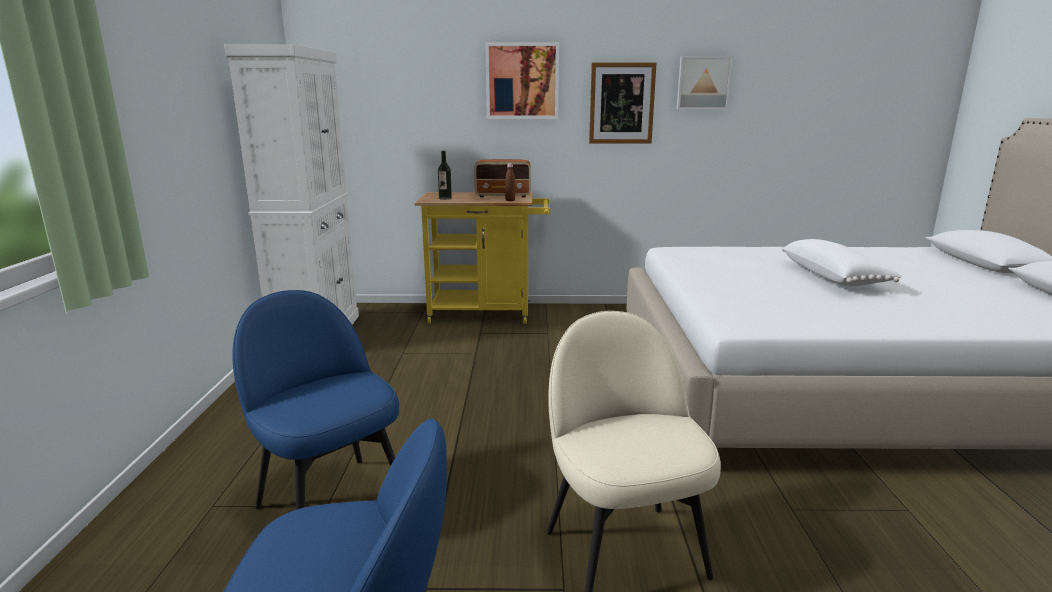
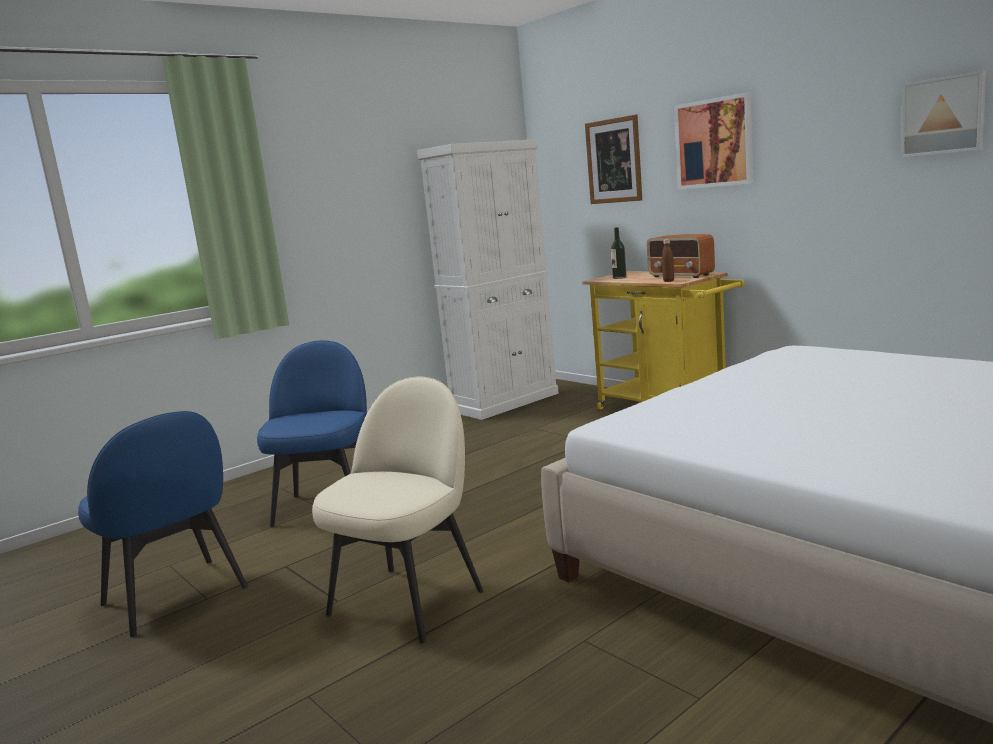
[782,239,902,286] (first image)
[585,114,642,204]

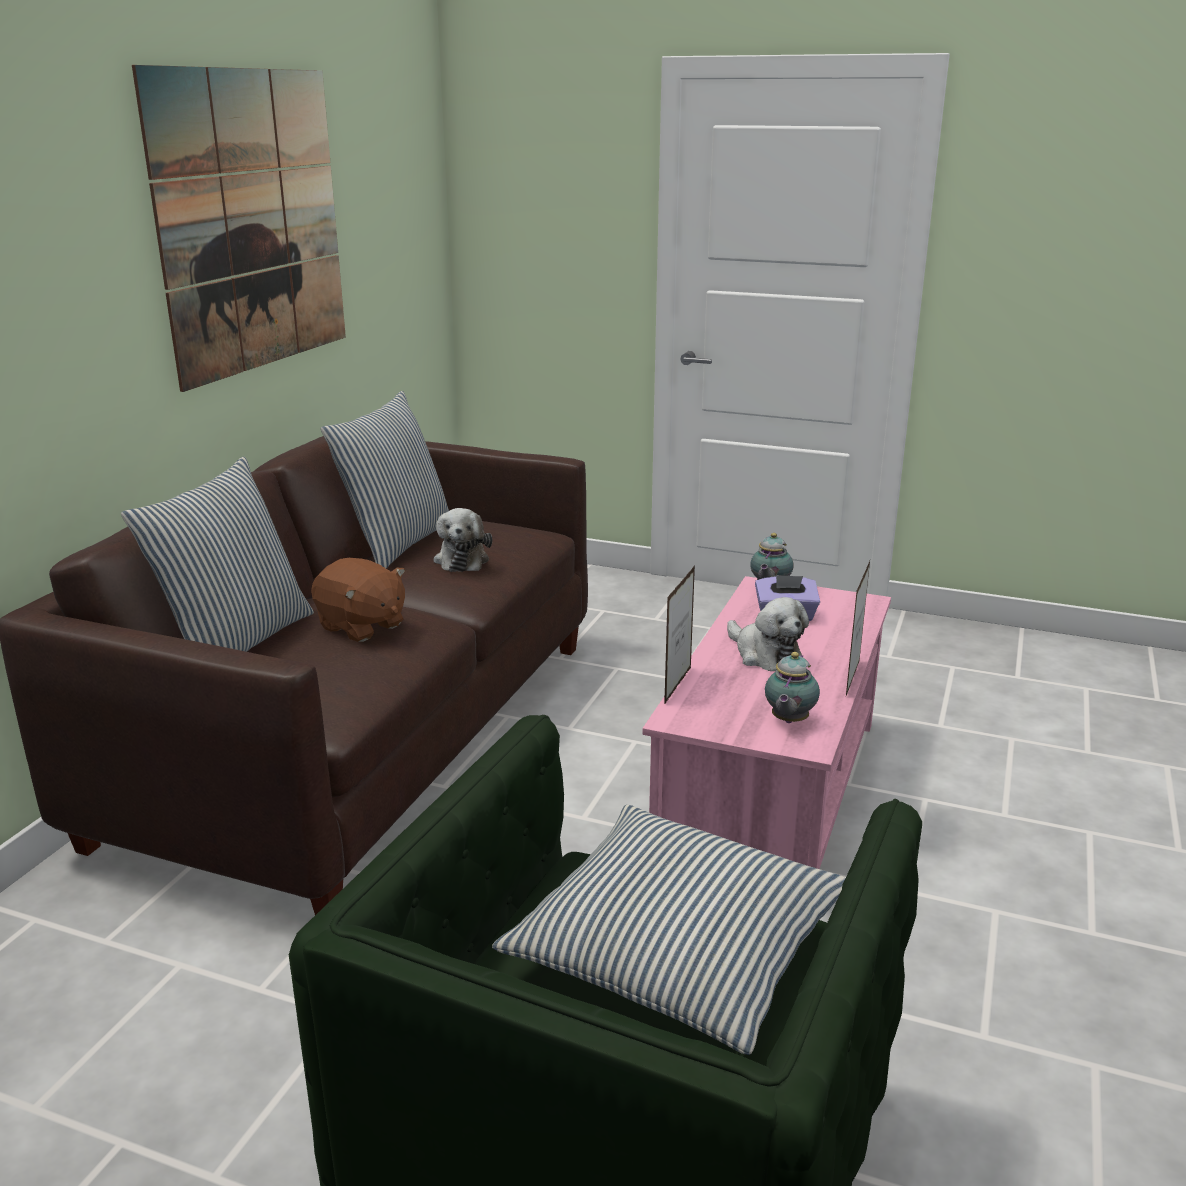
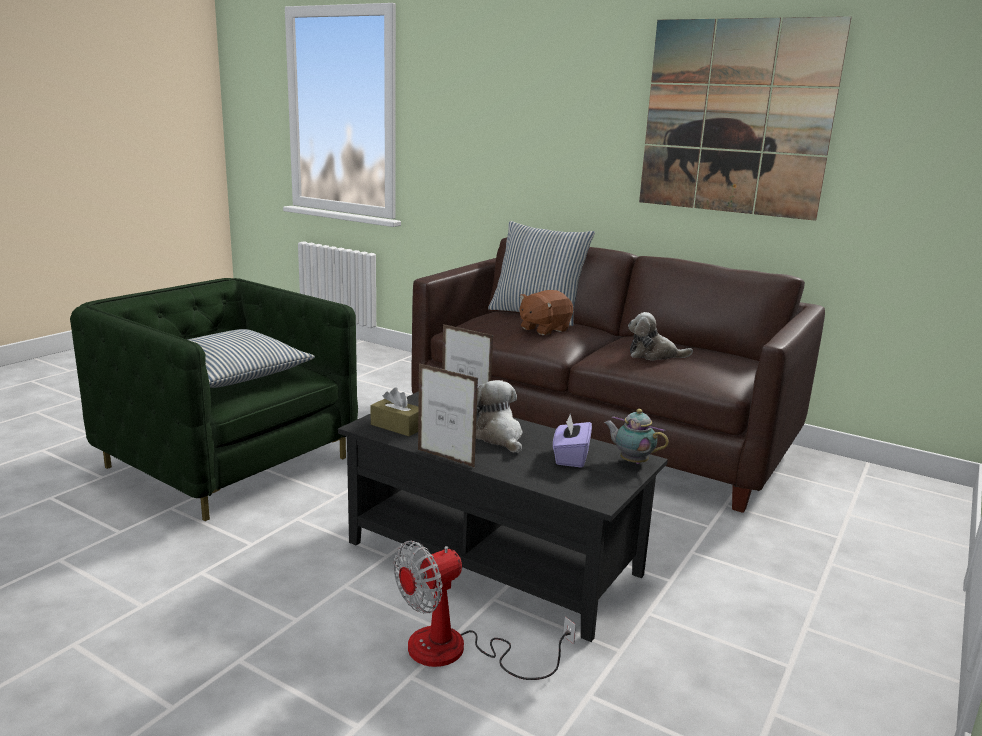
[321,391,449,568] (first image)
[394,540,576,680]
[370,387,419,436]
[338,392,668,642]
[476,380,522,453]

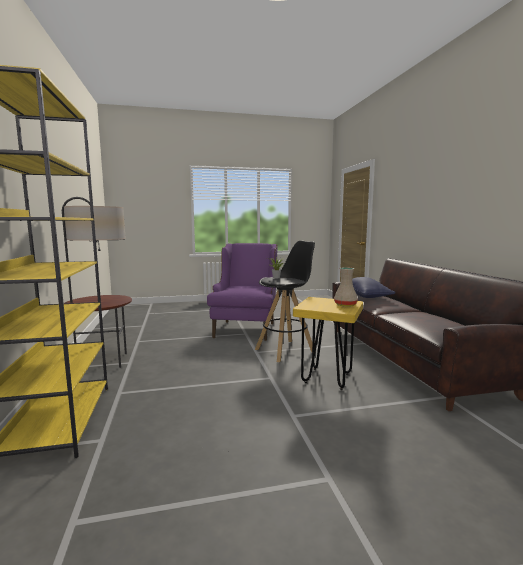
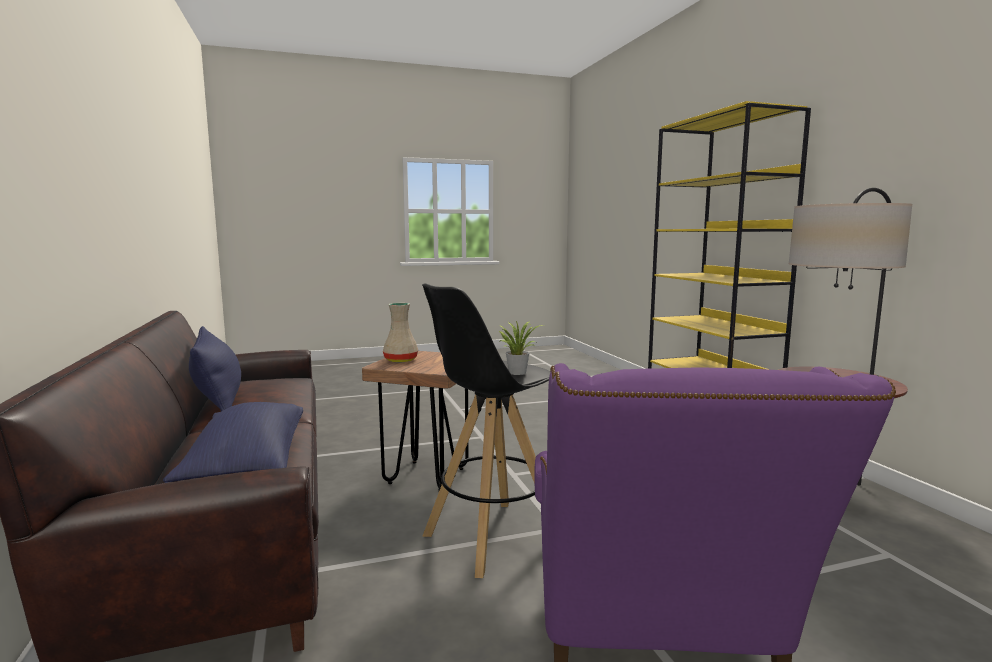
[189,326,241,411]
[362,351,468,490]

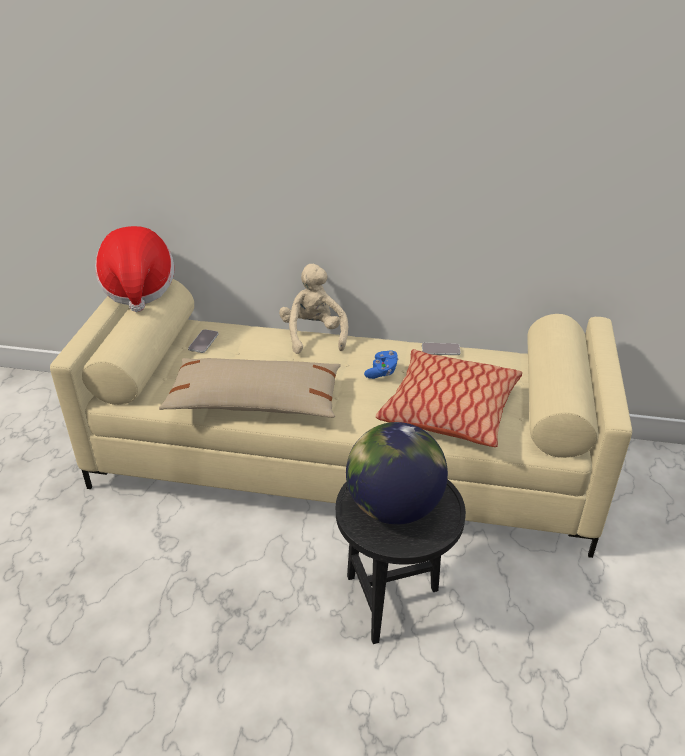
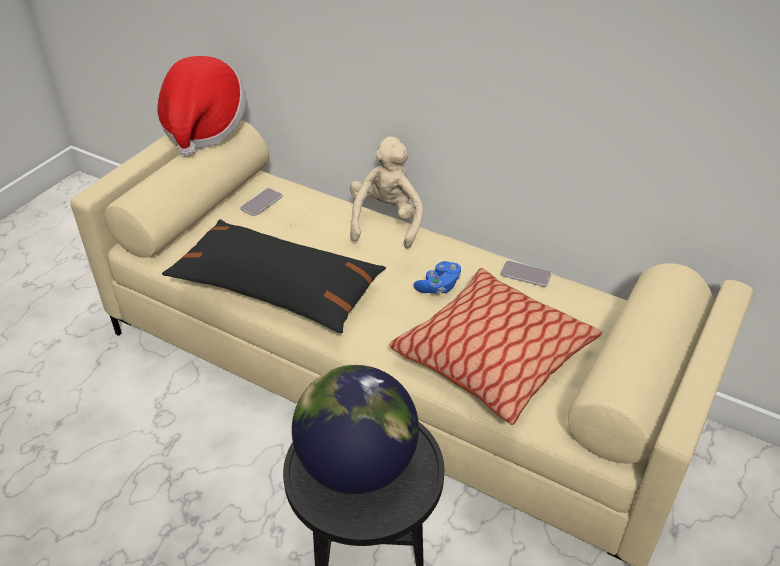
[162,220,386,333]

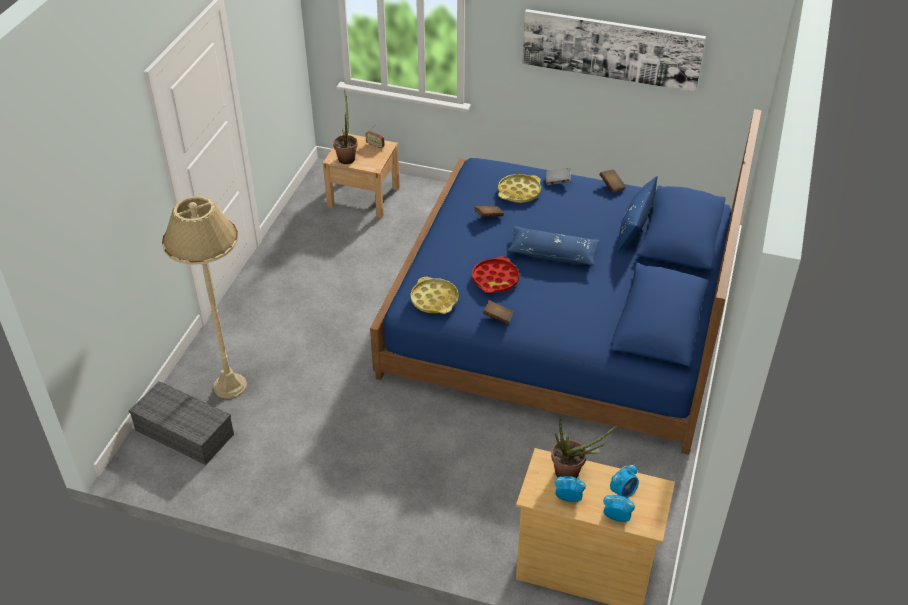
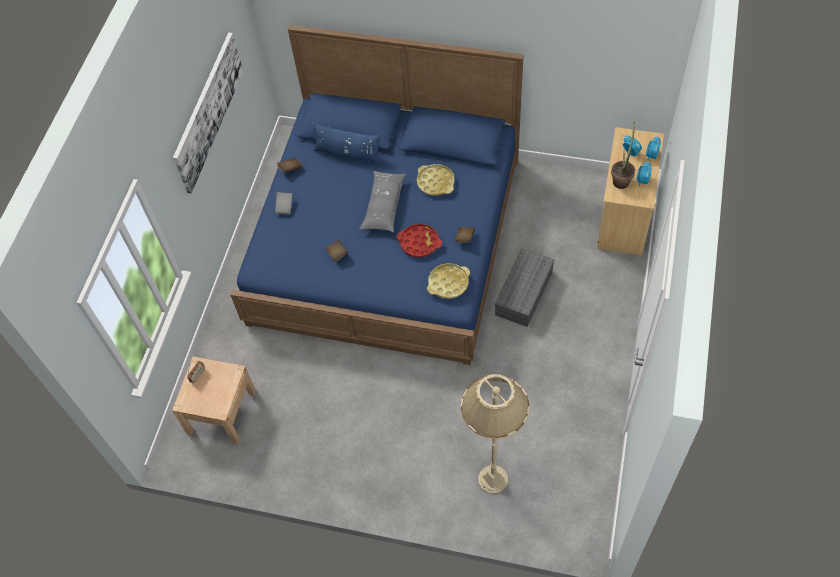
[333,90,358,164] (first image)
[495,248,554,327]
[417,164,455,196]
[359,171,406,233]

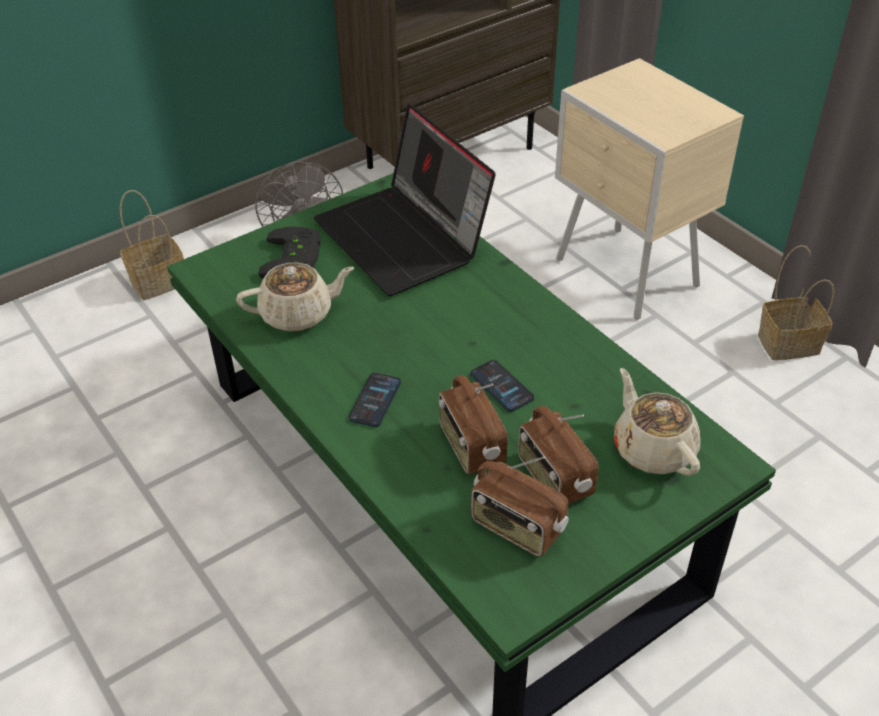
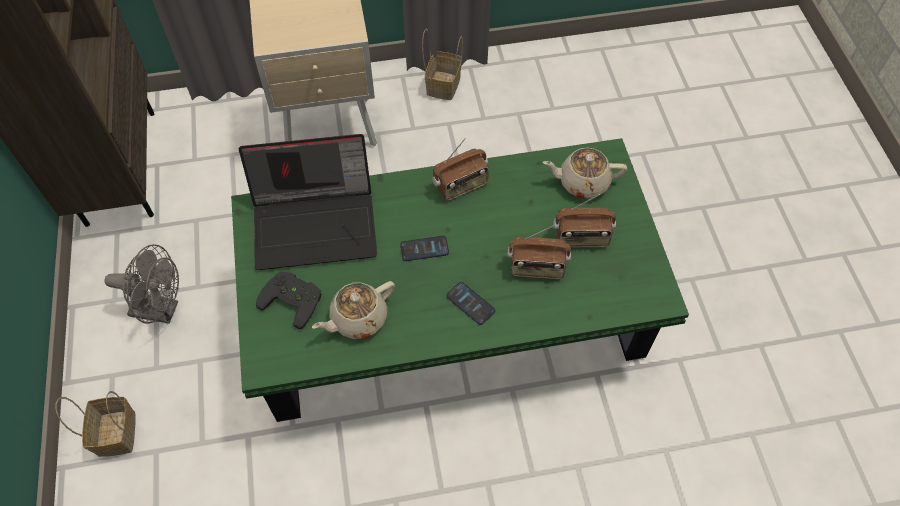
[400,236,449,261]
[432,138,489,201]
[312,281,395,339]

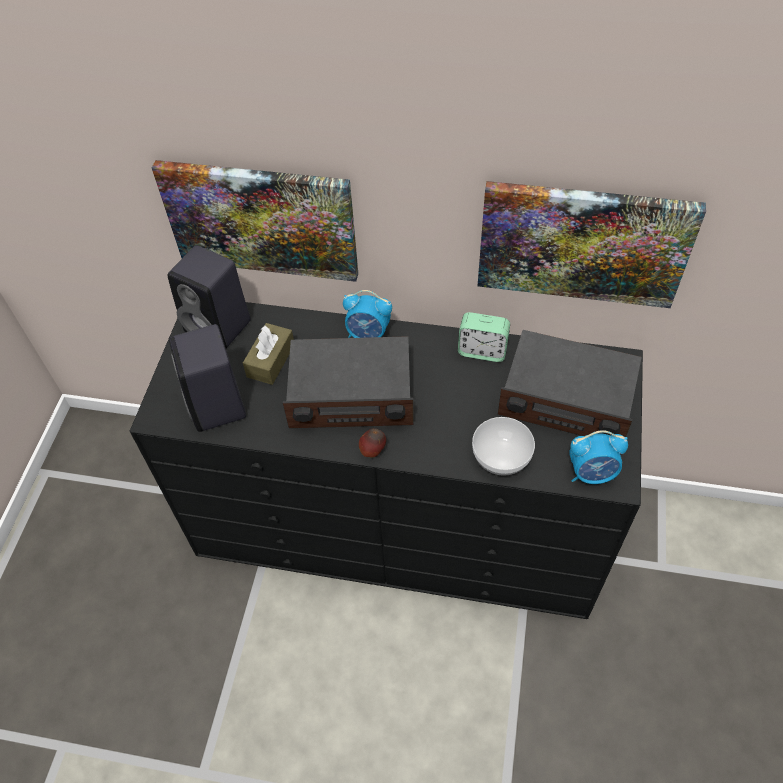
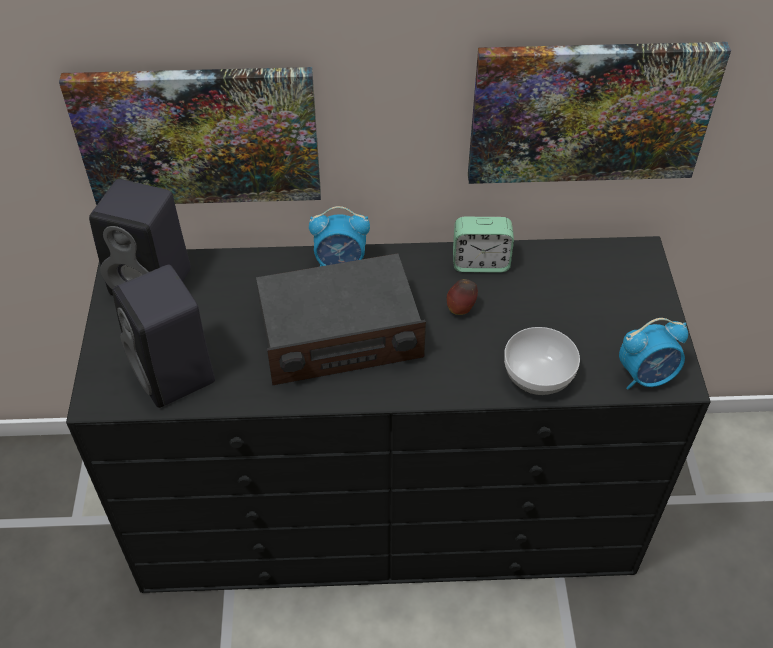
[243,323,294,385] (first image)
[498,330,642,437] (first image)
[447,279,478,315]

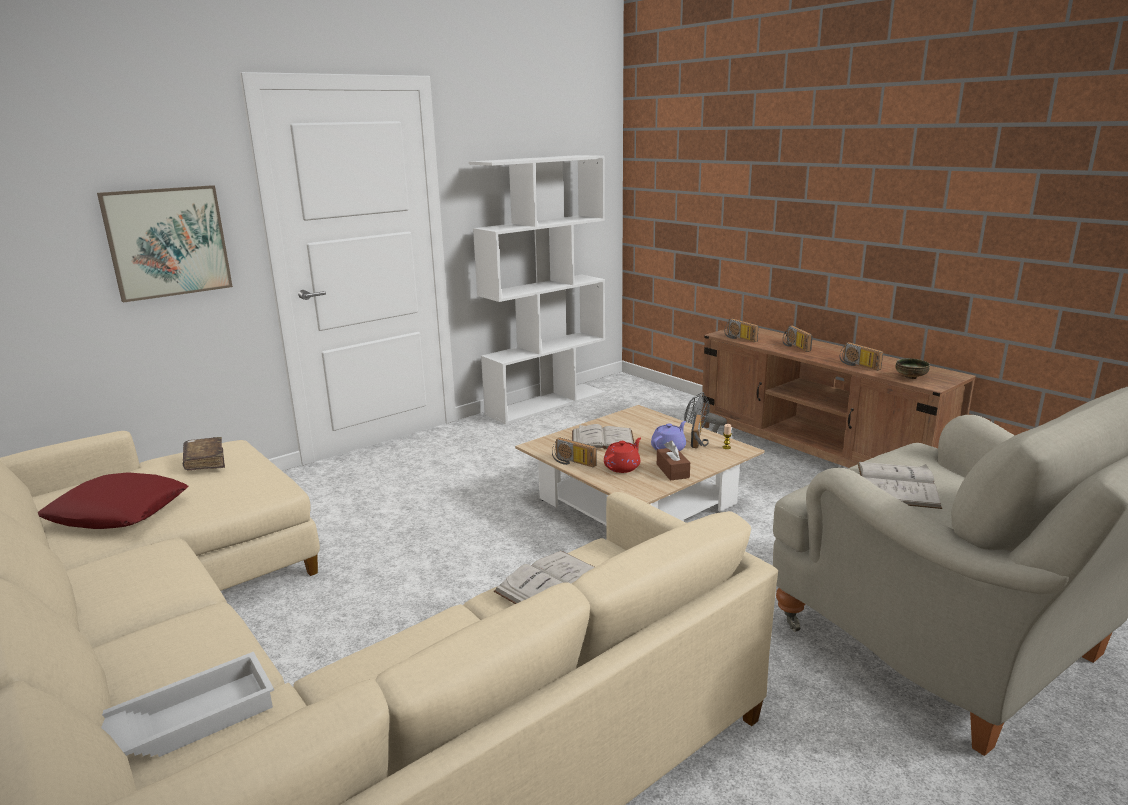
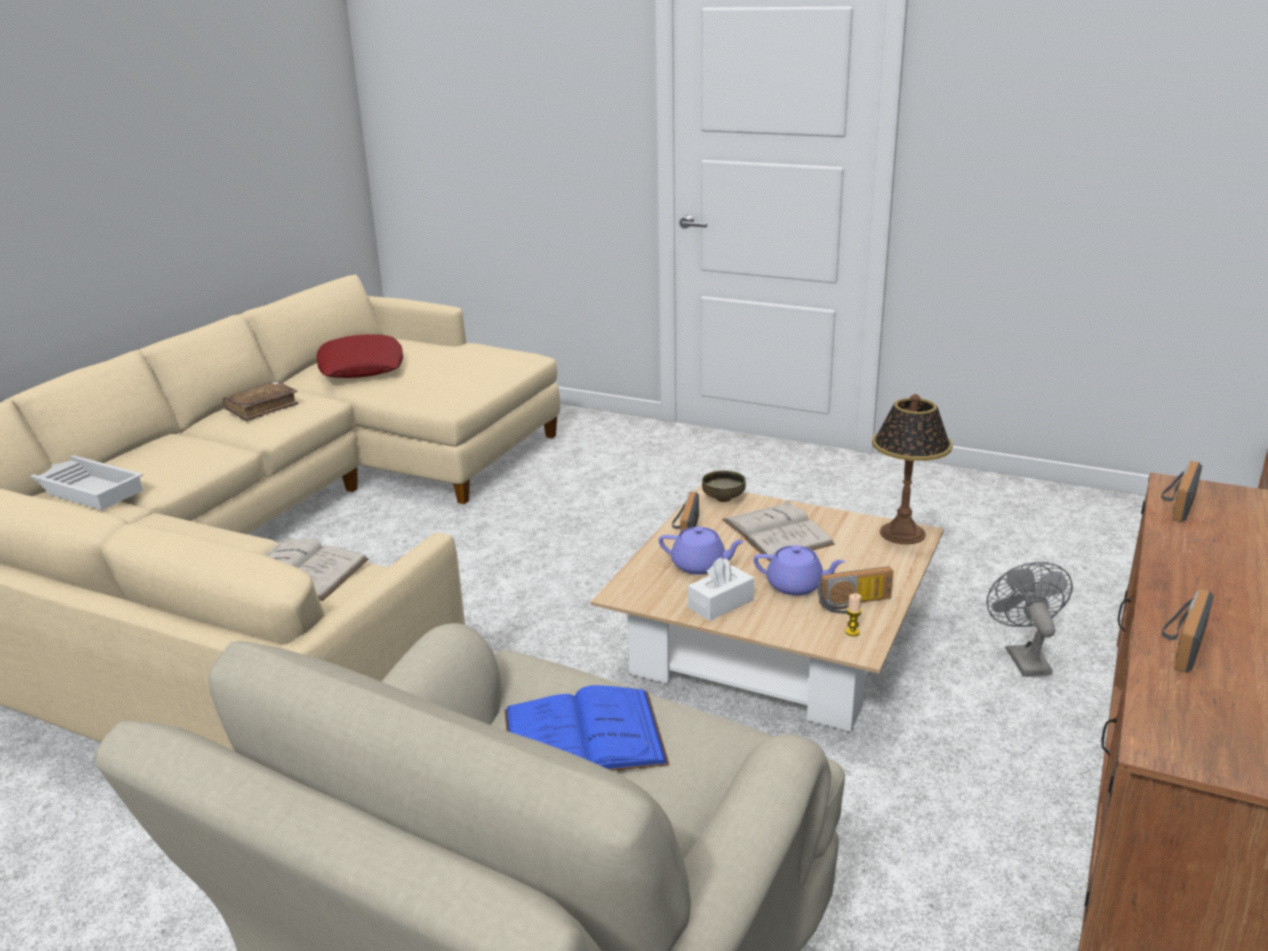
[97,185,233,303] (first image)
[469,155,605,424] (first image)
[783,325,813,352] (first image)
[872,394,953,544]
[223,381,299,421]
[702,471,746,502]
[659,526,745,575]
[688,557,754,621]
[504,685,670,771]

